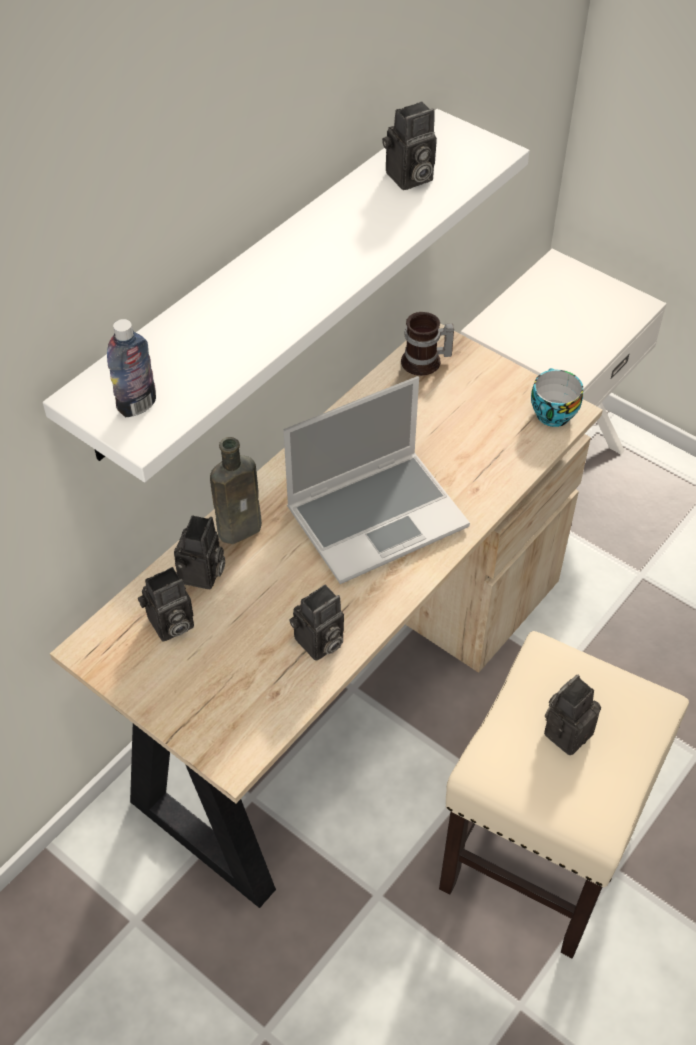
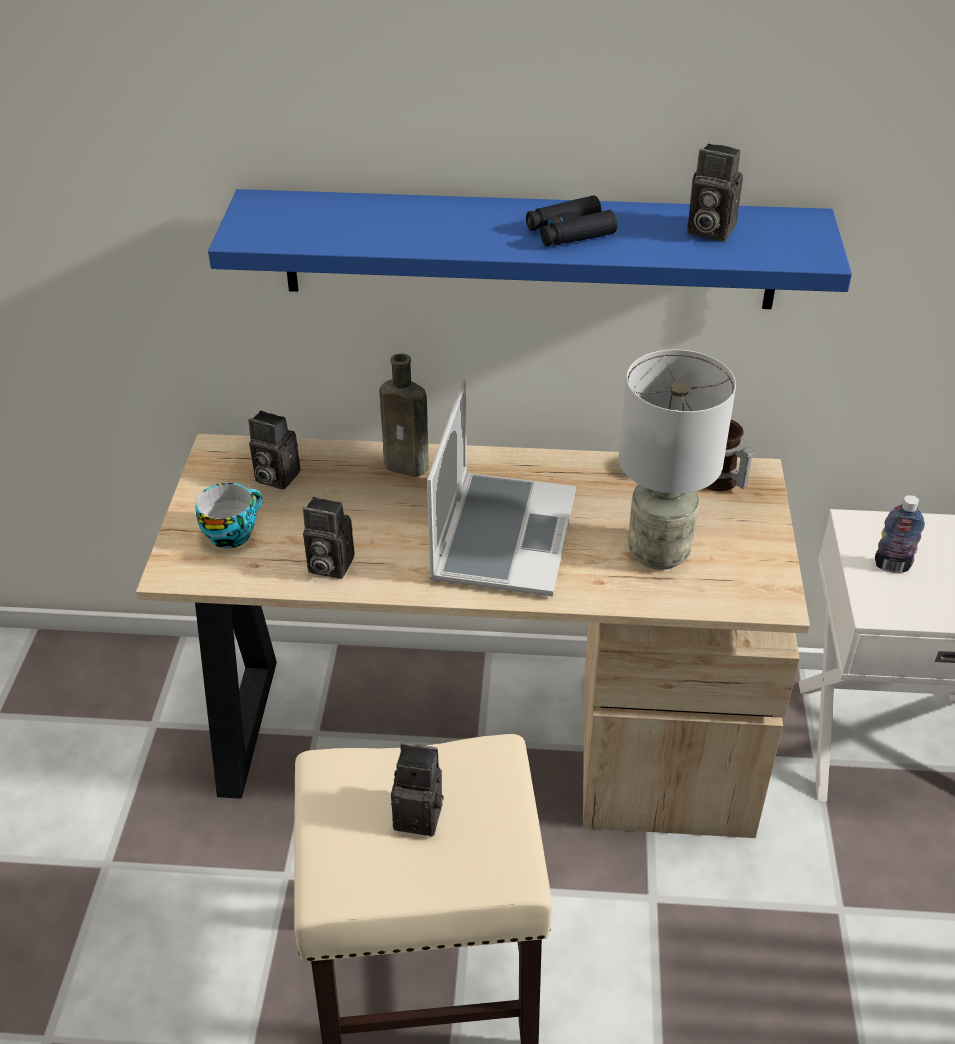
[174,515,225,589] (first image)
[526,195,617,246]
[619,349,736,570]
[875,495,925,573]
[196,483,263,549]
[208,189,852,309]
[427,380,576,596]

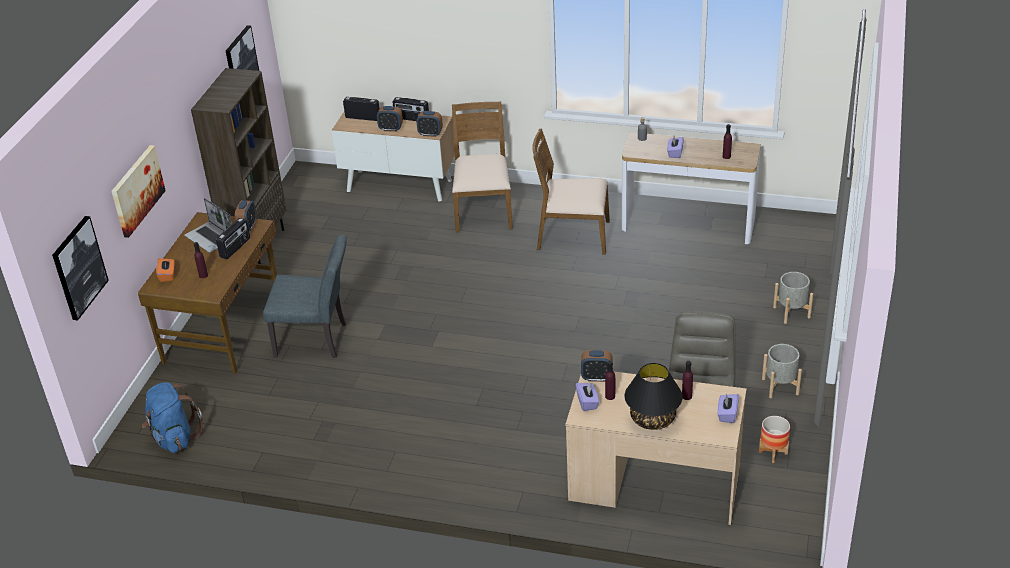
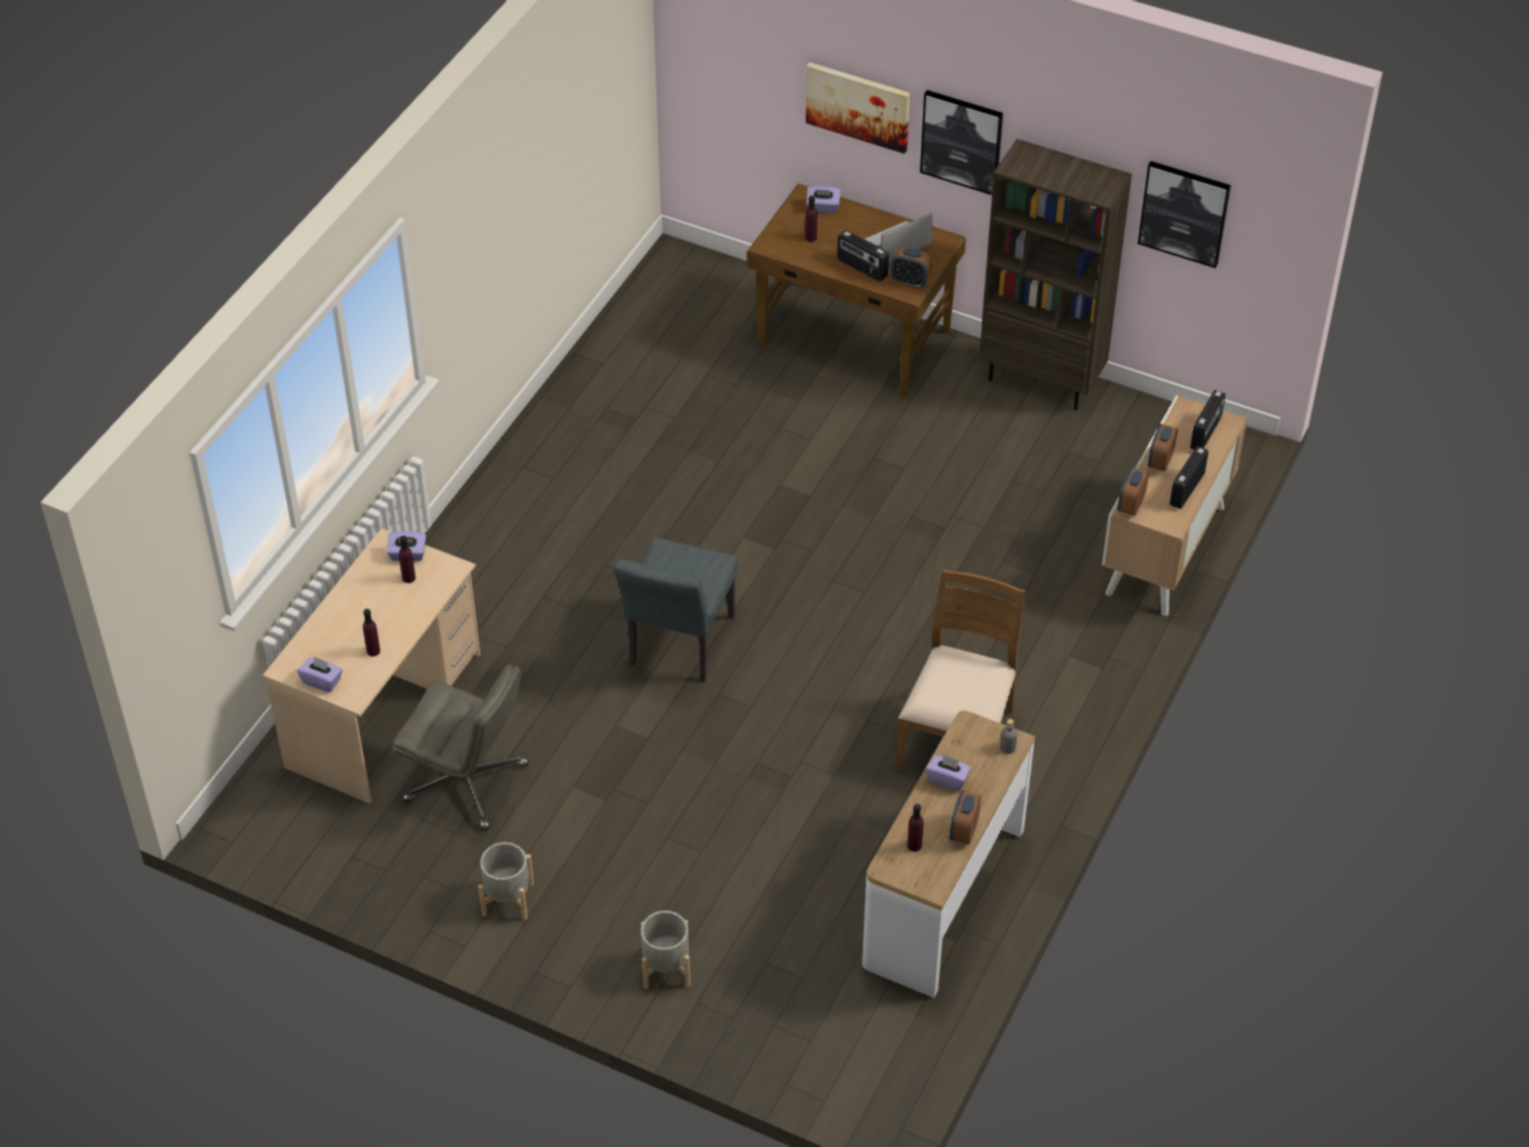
[142,382,203,453] (first image)
[452,101,513,232] (first image)
[624,363,683,430] (first image)
[759,416,790,463] (first image)
[920,90,1003,195]
[614,537,738,682]
[949,790,981,845]
[806,186,841,213]

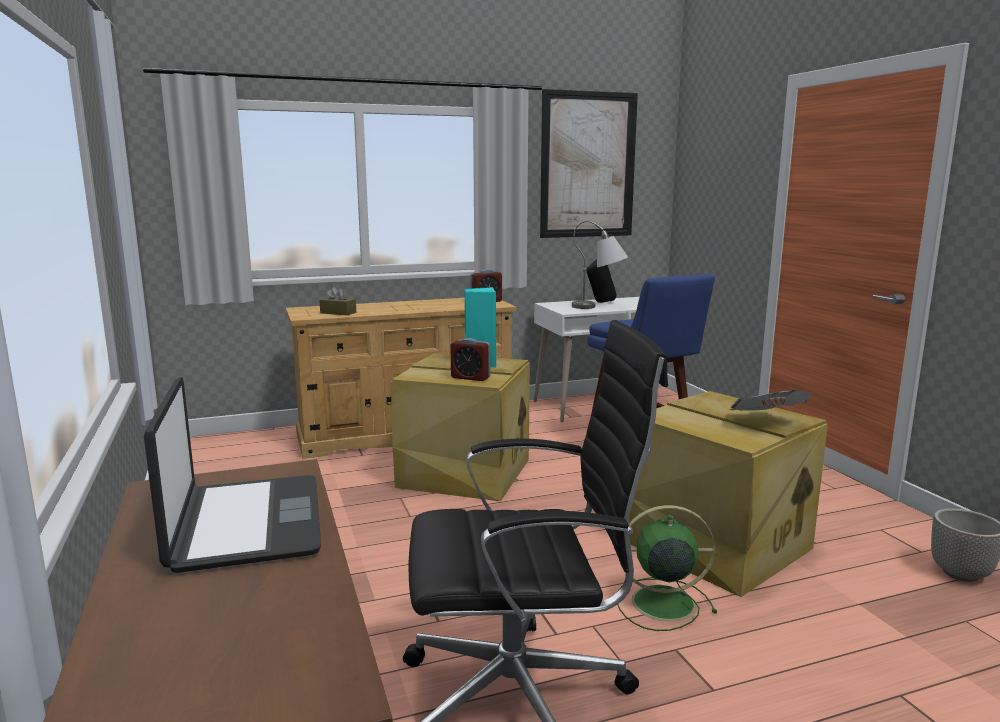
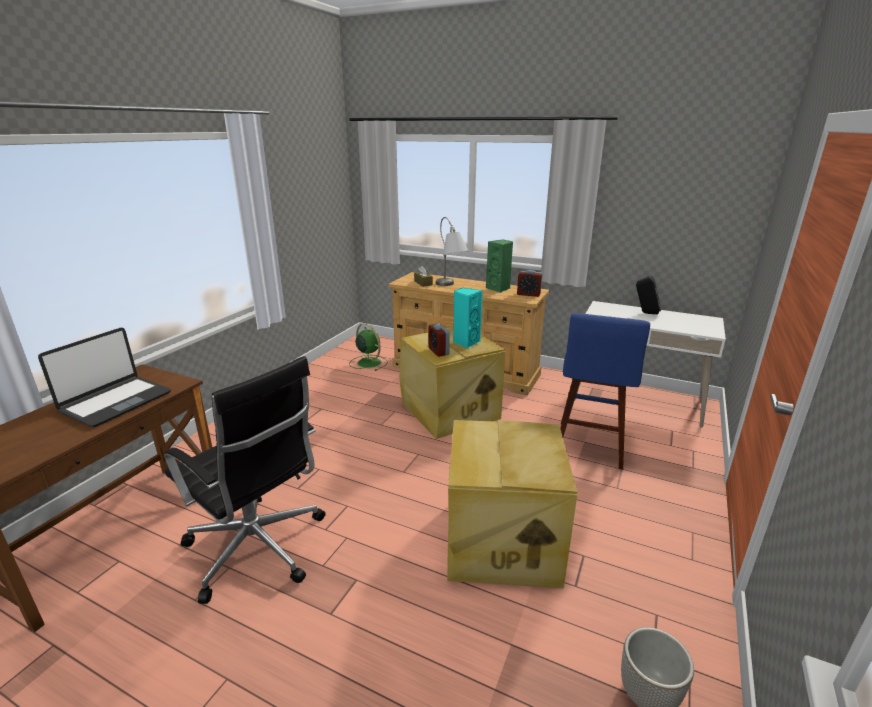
[540,89,638,238] (first image)
[730,390,812,411] (first image)
[486,240,513,293]
[436,217,468,286]
[349,323,387,371]

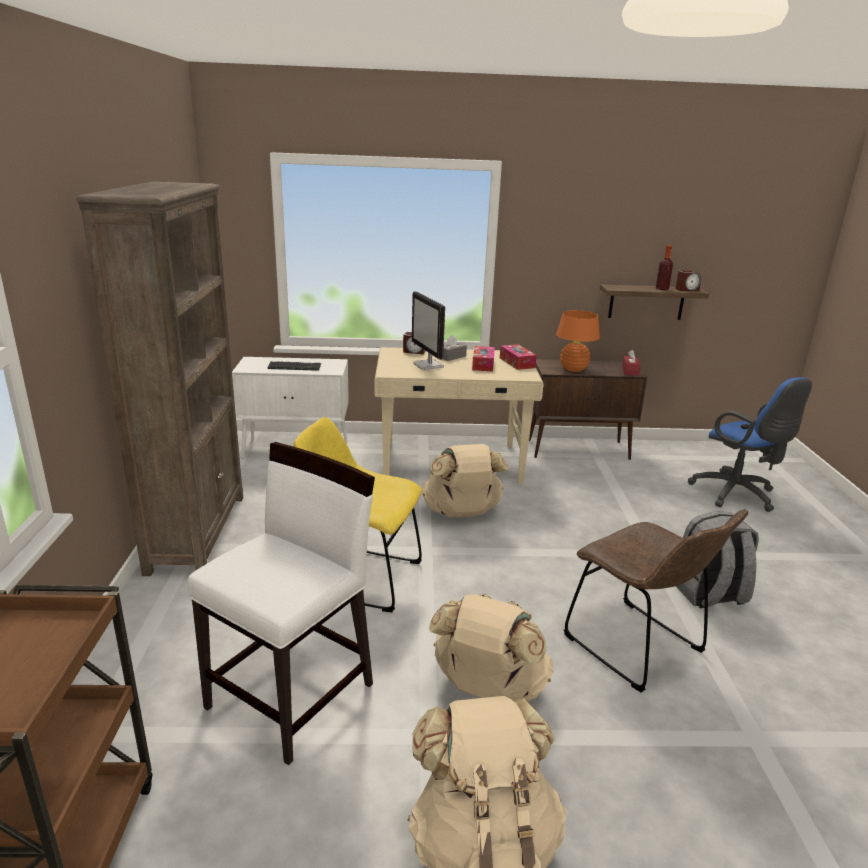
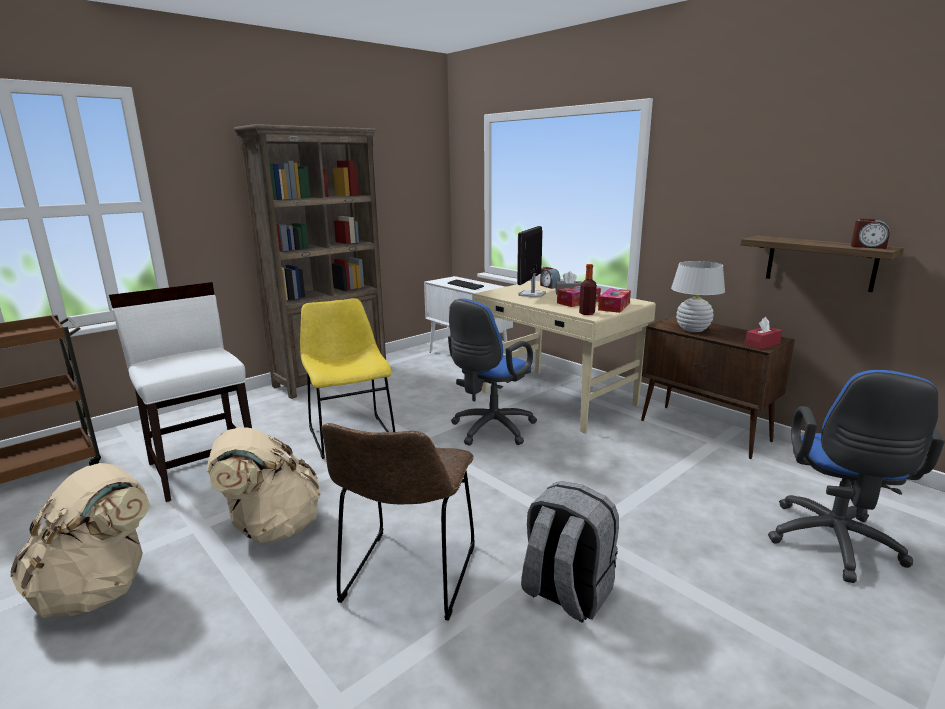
[579,264,597,315]
[448,298,537,446]
[671,261,725,332]
[109,282,252,502]

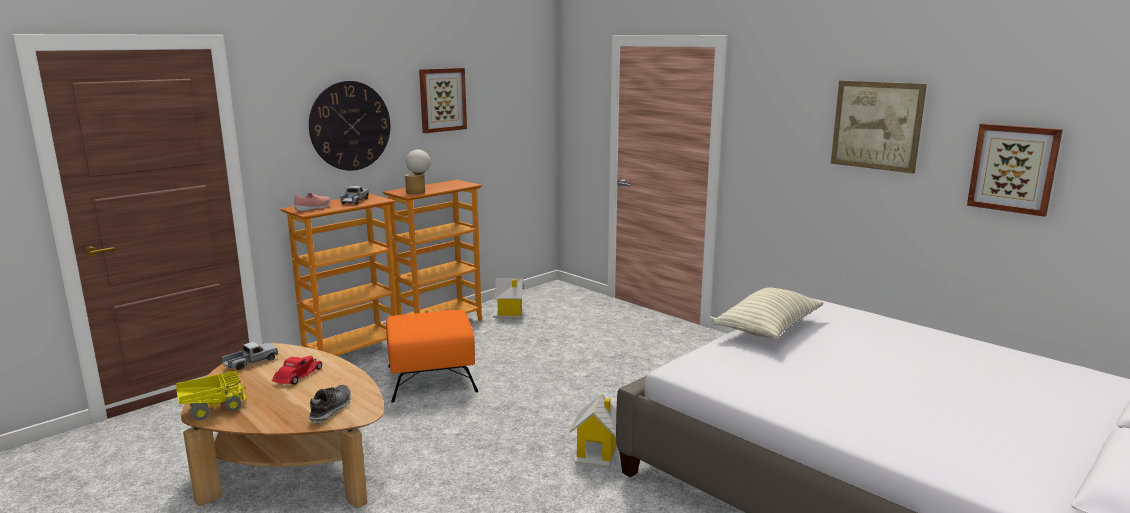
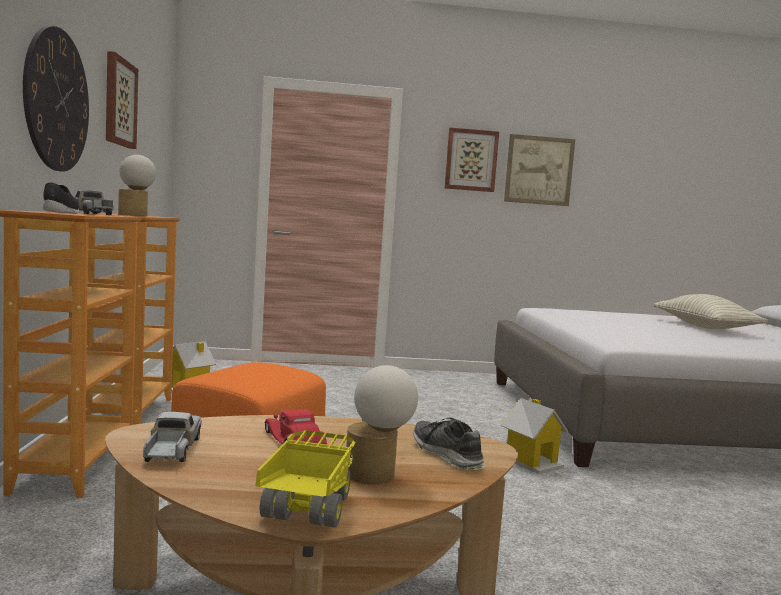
[346,365,418,484]
[653,294,768,329]
[444,128,499,192]
[43,183,79,214]

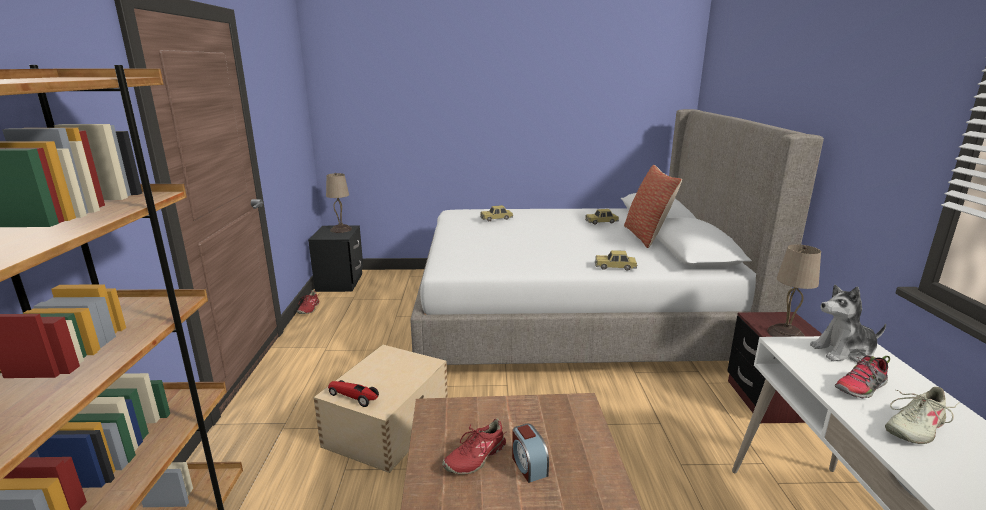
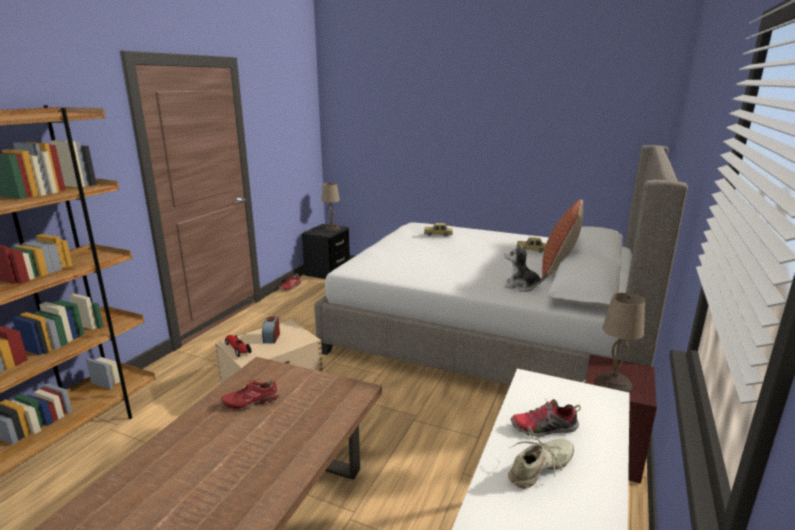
[595,250,638,271] (first image)
[262,316,280,343]
[504,244,547,292]
[508,426,574,489]

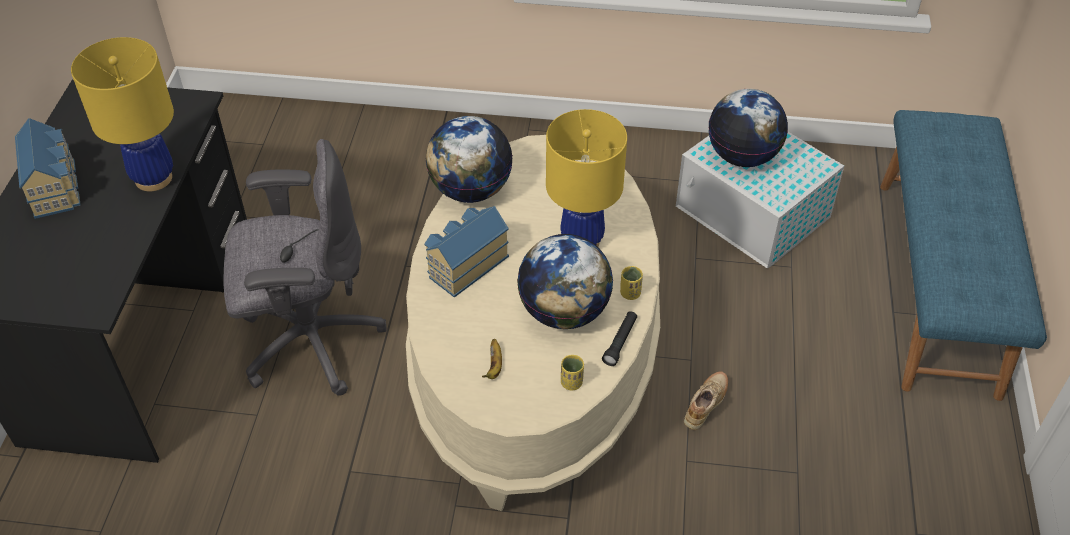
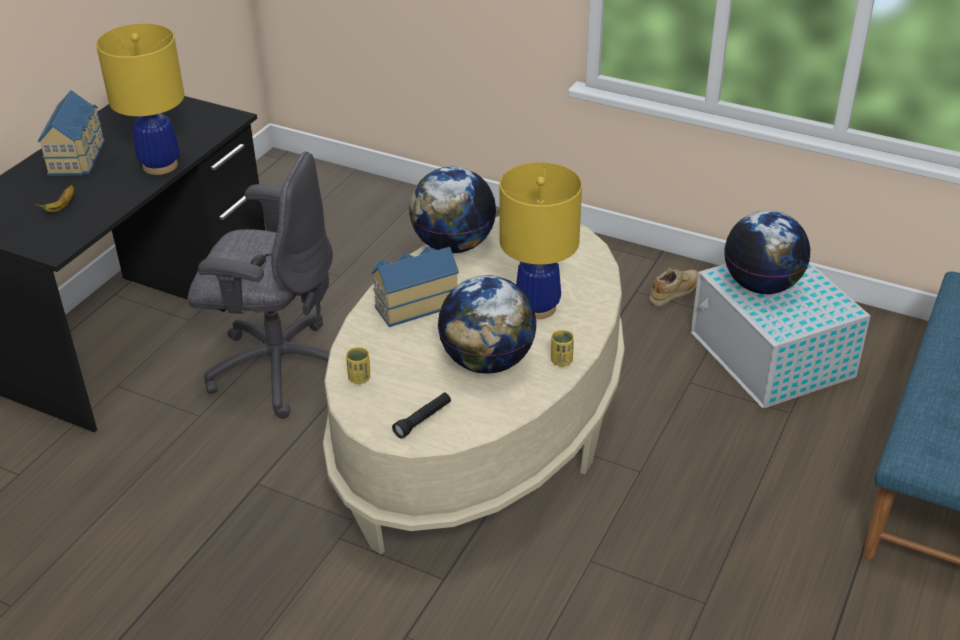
[35,185,74,213]
[346,347,370,384]
[392,392,451,439]
[649,267,698,307]

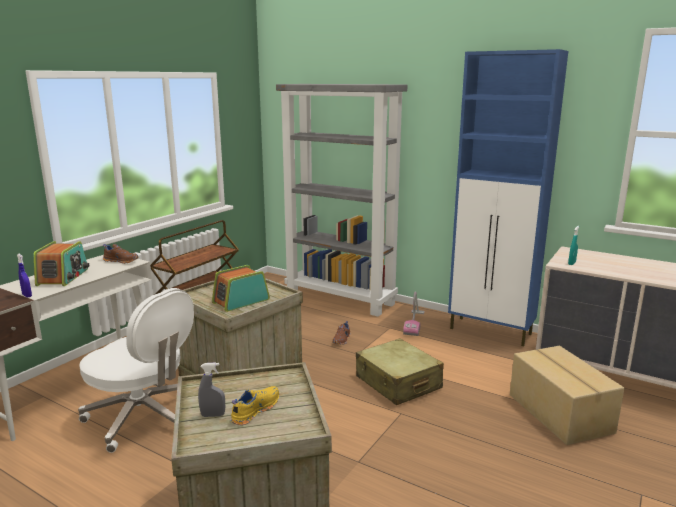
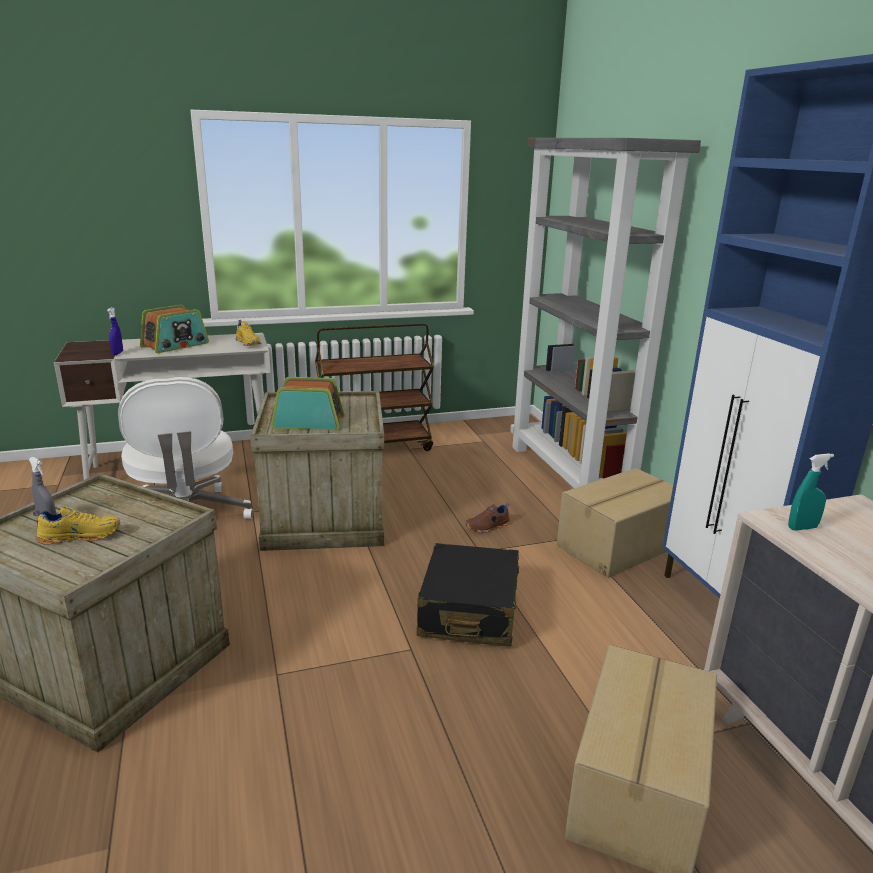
[557,468,673,578]
[236,320,261,346]
[417,543,519,647]

